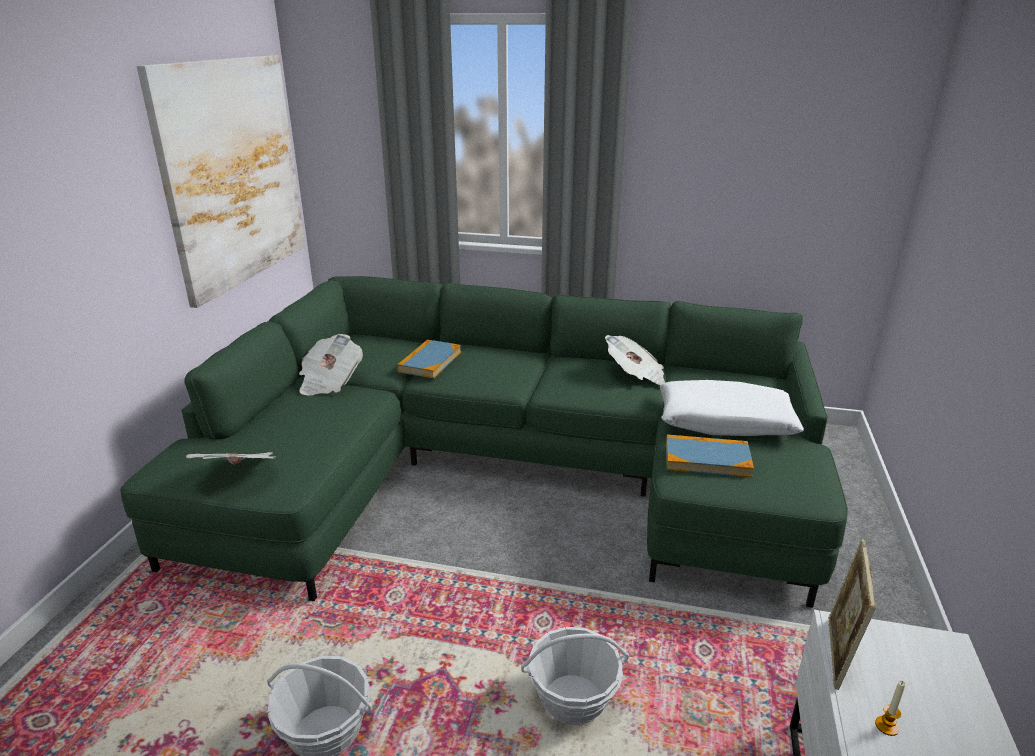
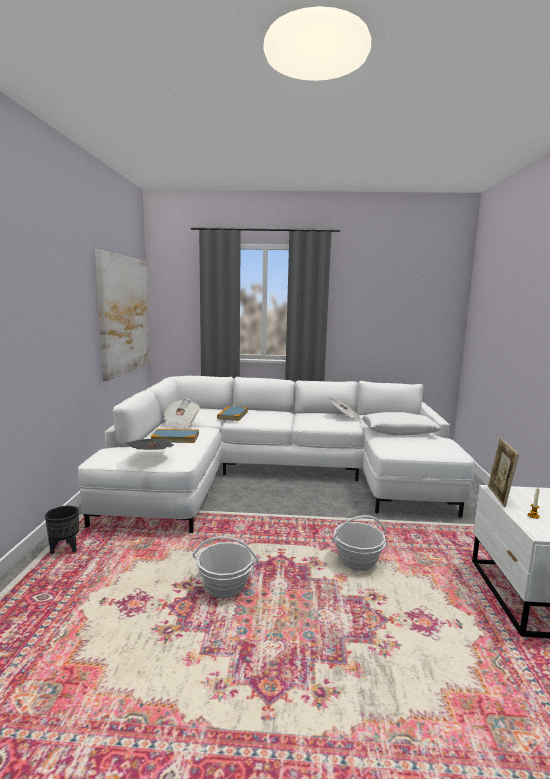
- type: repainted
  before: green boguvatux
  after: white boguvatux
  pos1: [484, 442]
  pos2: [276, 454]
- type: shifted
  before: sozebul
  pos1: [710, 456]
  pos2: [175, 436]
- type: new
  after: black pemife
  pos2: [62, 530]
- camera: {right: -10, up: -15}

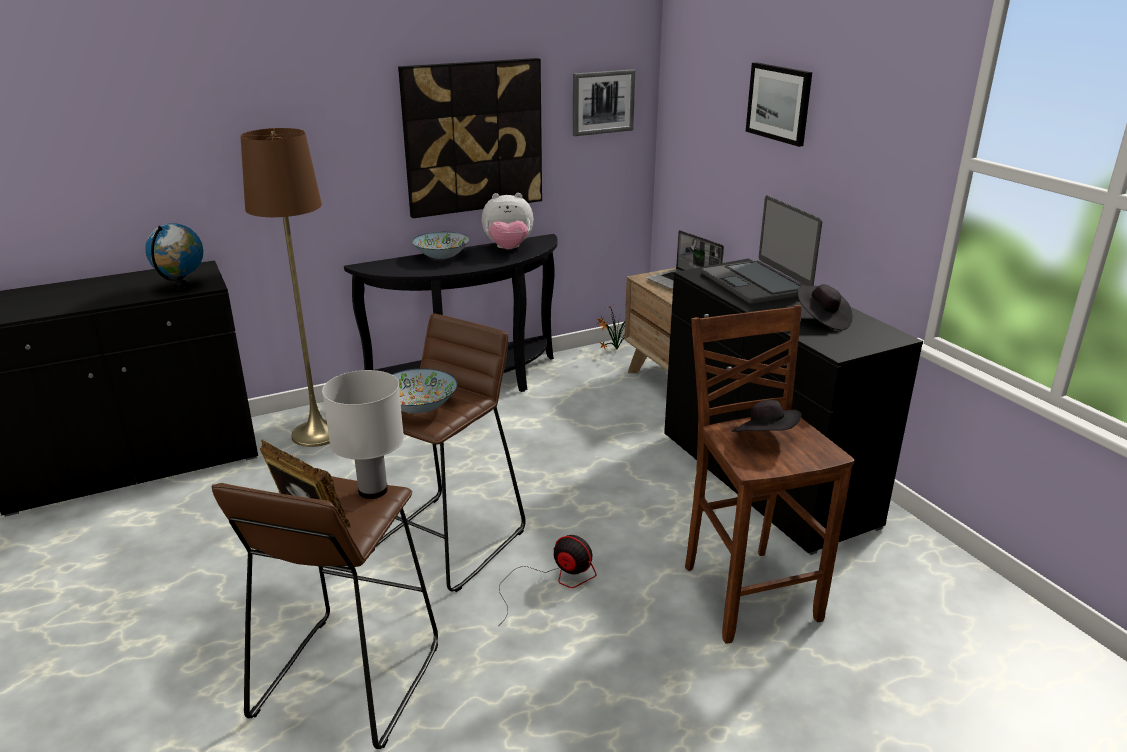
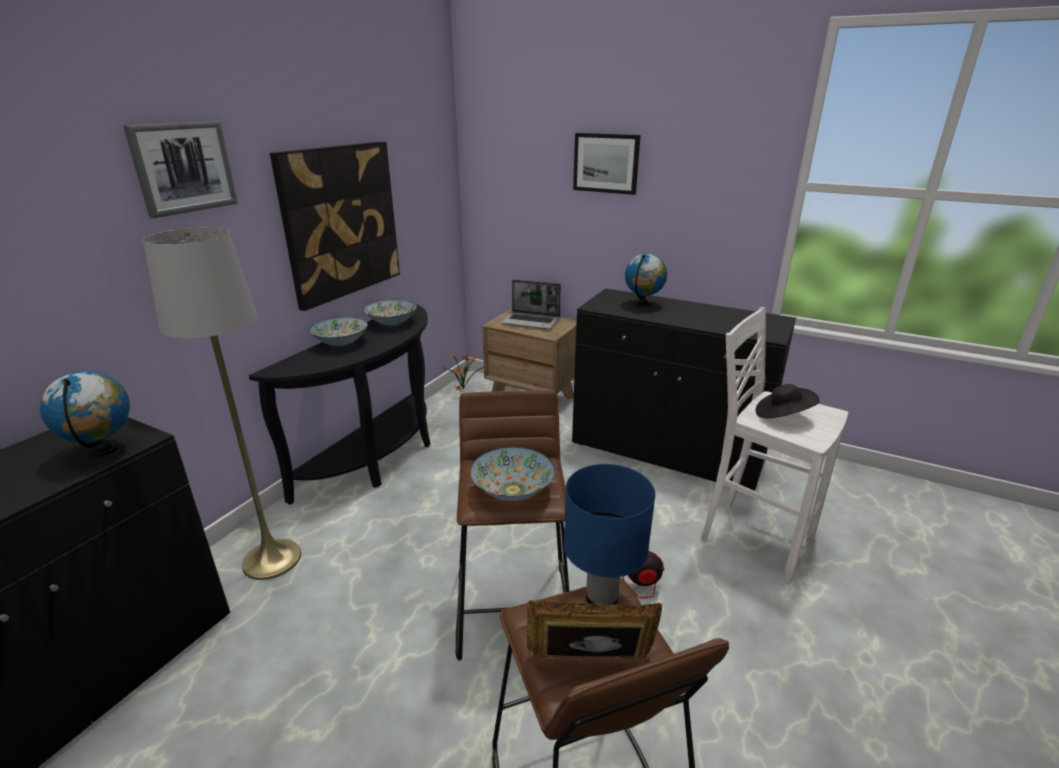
- type: shifted
  before: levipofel
  pos1: [604, 102]
  pos2: [180, 169]
- type: repainted
  before: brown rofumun
  after: grey rofumun
  pos1: [285, 287]
  pos2: [222, 403]
- type: swapped
  before: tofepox
  after: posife
  pos1: [507, 221]
  pos2: [390, 312]
- type: swapped
  before: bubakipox
  after: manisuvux
  pos1: [762, 249]
  pos2: [646, 279]
- type: gone
  before: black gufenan
  pos1: [825, 307]
- type: repainted
  before: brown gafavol
  after: white gafavol
  pos1: [769, 474]
  pos2: [774, 446]
- type: repainted
  before: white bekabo
  after: blue bekabo
  pos1: [363, 434]
  pos2: [610, 534]
- camera: {right: -35, up: 0}

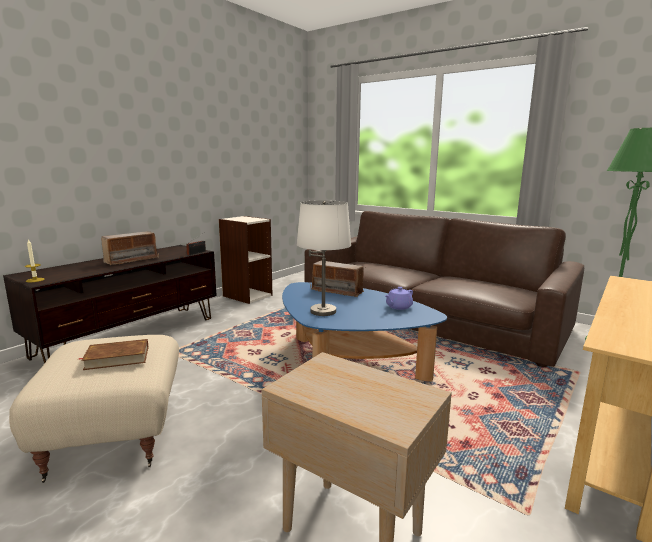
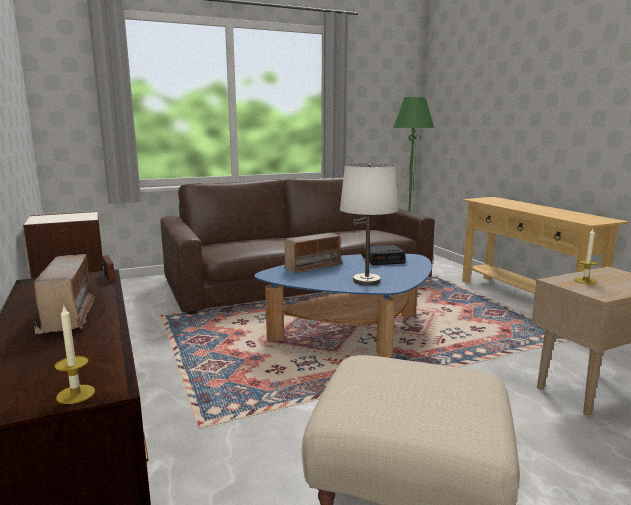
- type: swapped
  before: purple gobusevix
  after: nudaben
  pos1: [399, 298]
  pos2: [383, 255]
- type: gone
  before: brown sozebul
  pos1: [112, 354]
- type: new
  after: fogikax
  pos2: [586, 256]
- camera: {right: -60, up: 0}

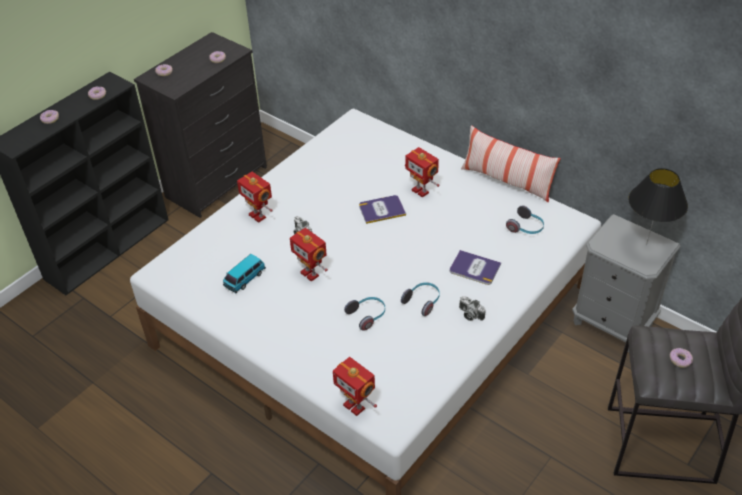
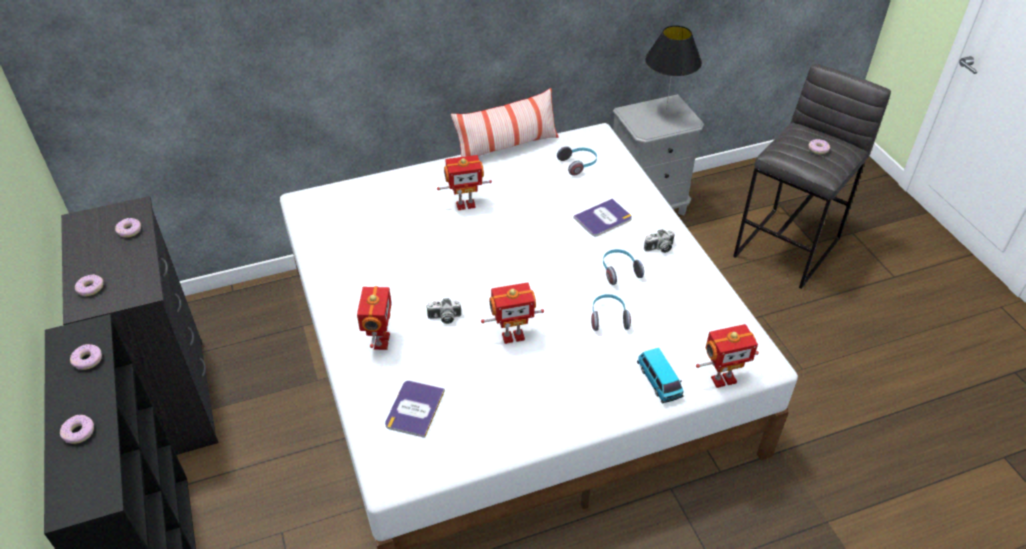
- type: rotated
  before: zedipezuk
  pos1: [255, 197]
  pos2: [374, 318]
  turn: -75
- type: shifted
  before: sozebul
  pos1: [382, 209]
  pos2: [415, 409]
- type: shifted
  before: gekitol
  pos1: [244, 273]
  pos2: [660, 376]
- camera: {right: -60, up: 0}

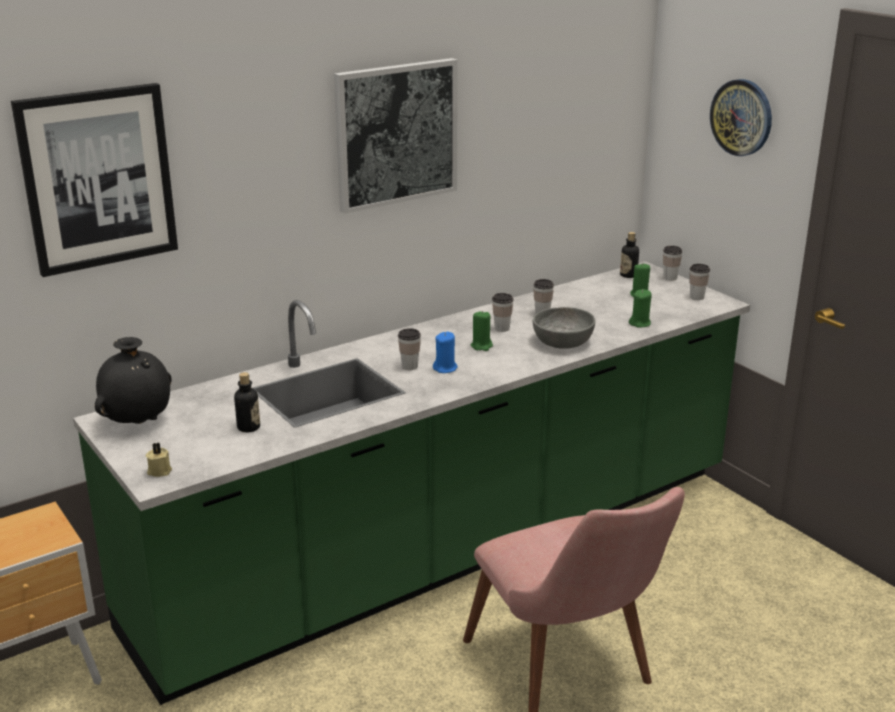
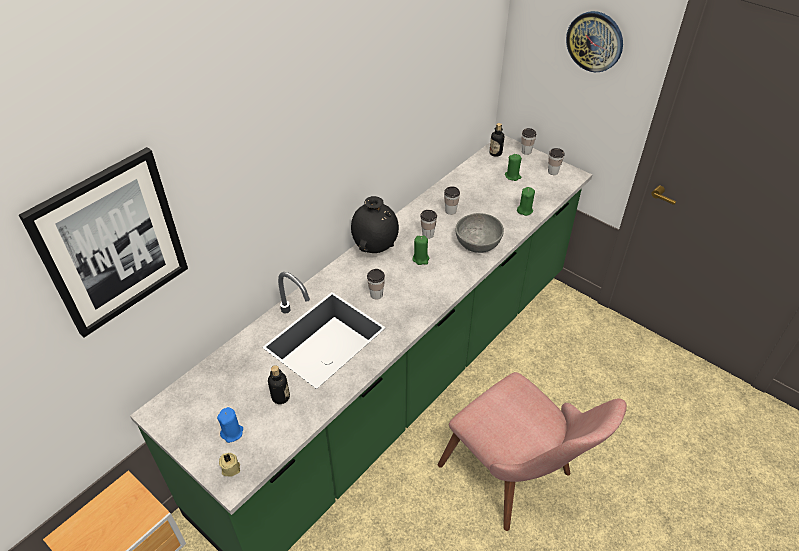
- type: gone
  before: levipofel
  pos1: [396, 136]
- type: shifted
  before: blue fogikax
  pos1: [445, 352]
  pos2: [230, 425]
- type: shifted
  before: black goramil
  pos1: [133, 380]
  pos2: [375, 224]
- camera: {right: -15, up: 20}

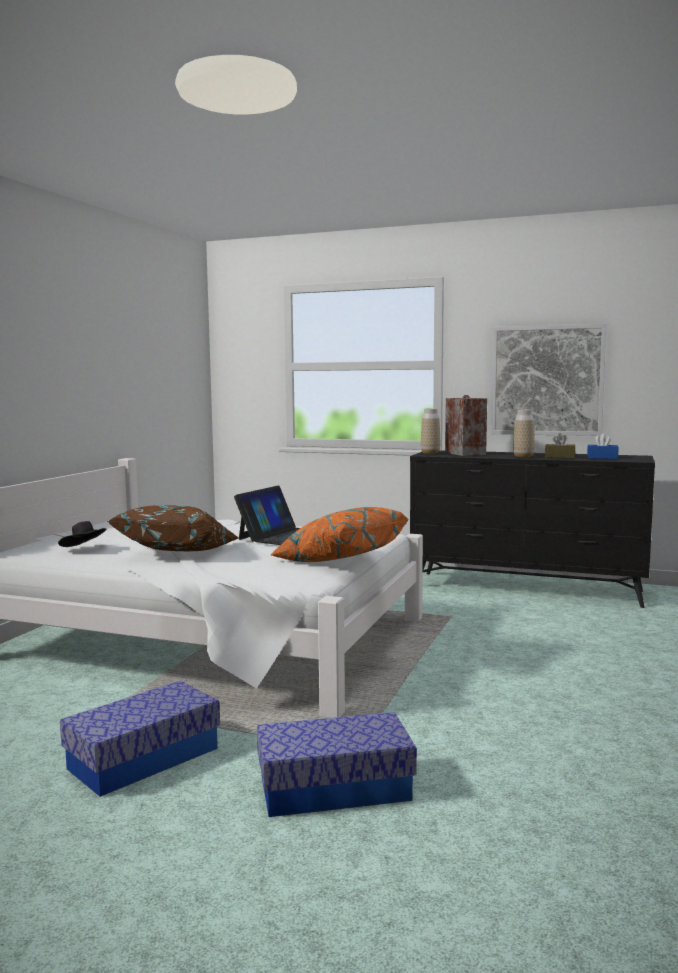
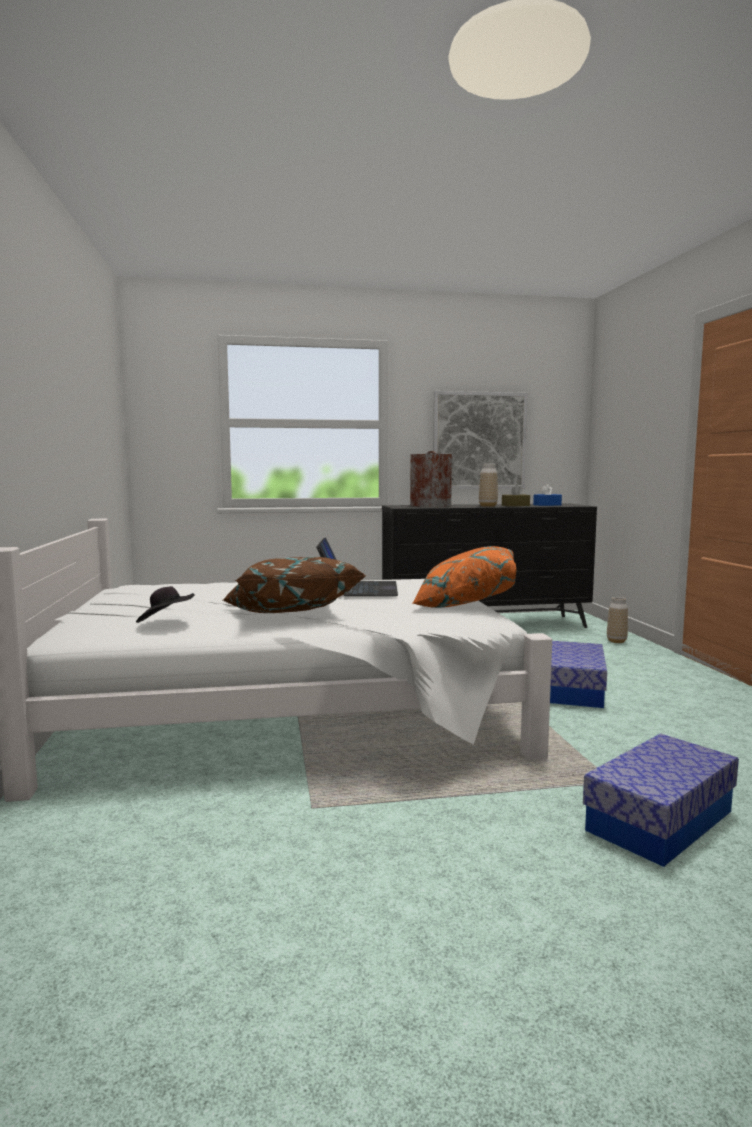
- type: shifted
  before: goramil
  pos1: [430, 431]
  pos2: [617, 620]
- type: shifted
  before: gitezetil
  pos1: [140, 739]
  pos2: [578, 674]
- camera: {right: -30, up: 0}

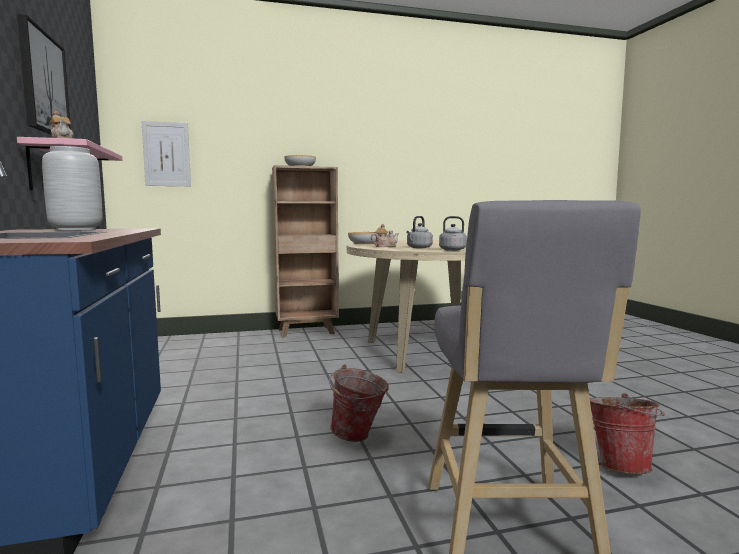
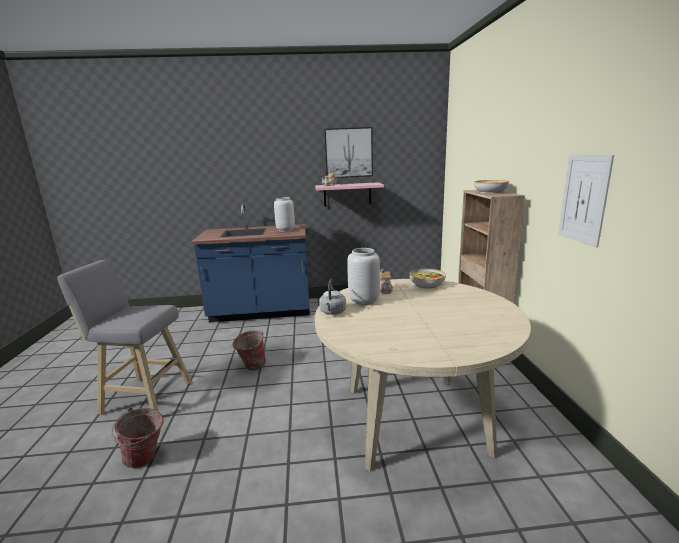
- type: shifted
  before: levipofel
  pos1: [166, 153]
  pos2: [586, 200]
- type: swapped
  before: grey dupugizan
  after: grey goramil
  pos1: [419, 232]
  pos2: [363, 276]
- camera: {right: 100, up: 10}

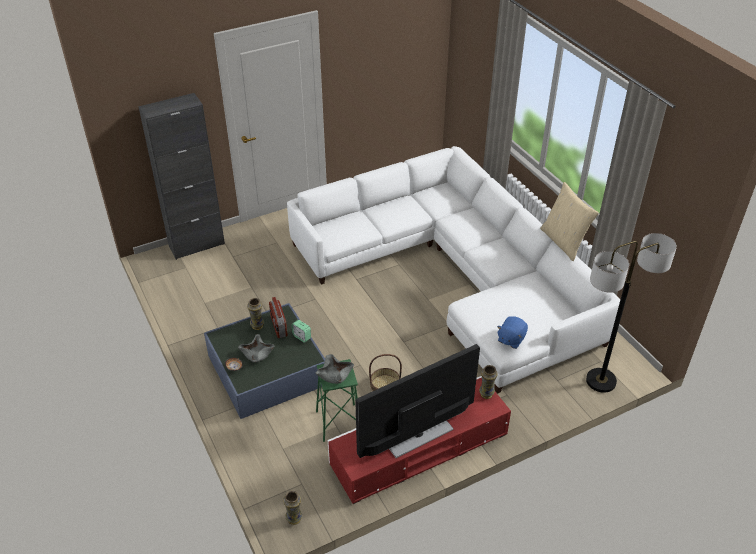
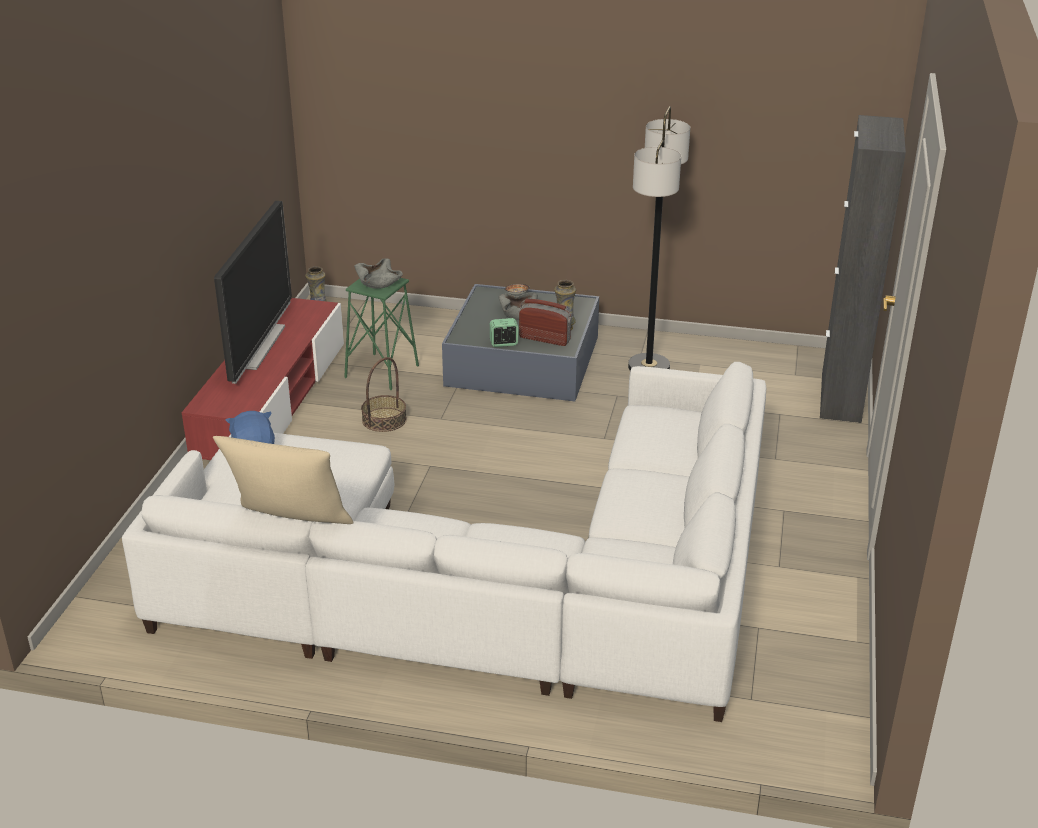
- type: shifted
  before: rofumun
  pos1: [631, 313]
  pos2: [659, 238]
- type: gone
  before: goramil
  pos1: [488, 382]
- camera: {right: 130, up: -10}

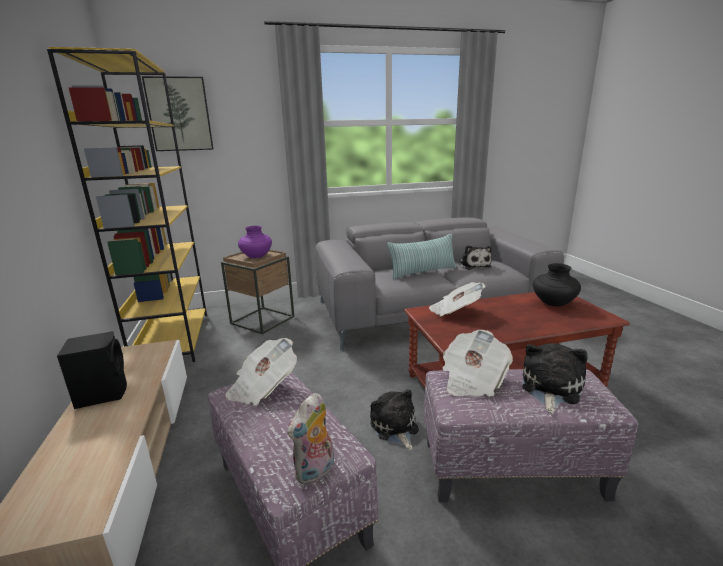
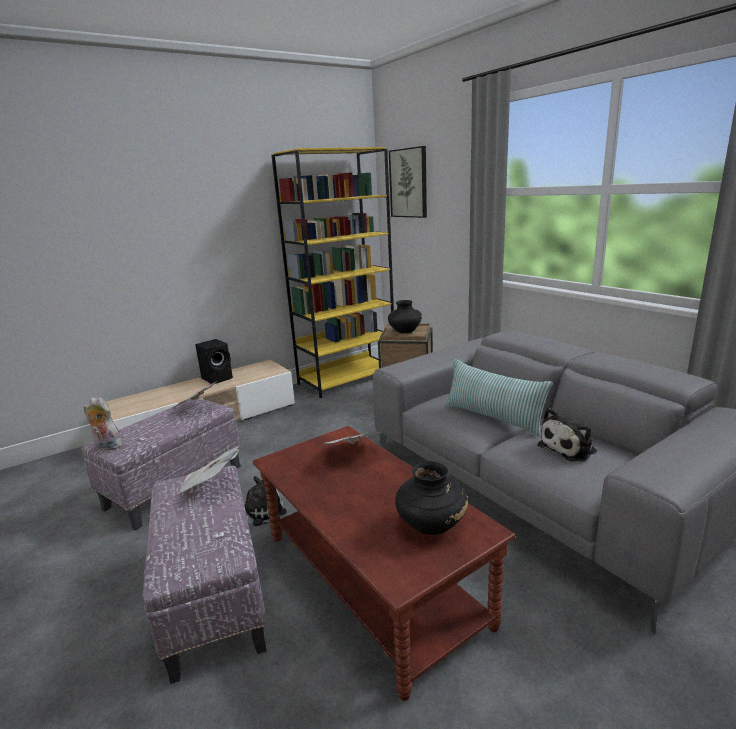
- type: repainted
  before: purple goramil
  after: black goramil
  pos1: [255, 242]
  pos2: [405, 316]
- type: gone
  before: tofepox
  pos1: [554, 378]
- camera: {right: 70, up: 0}

